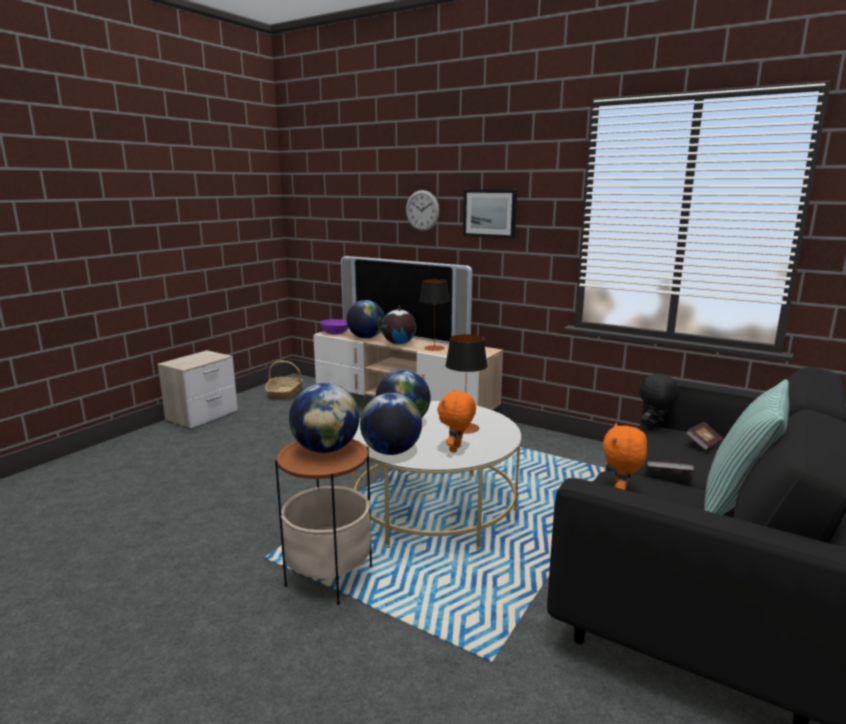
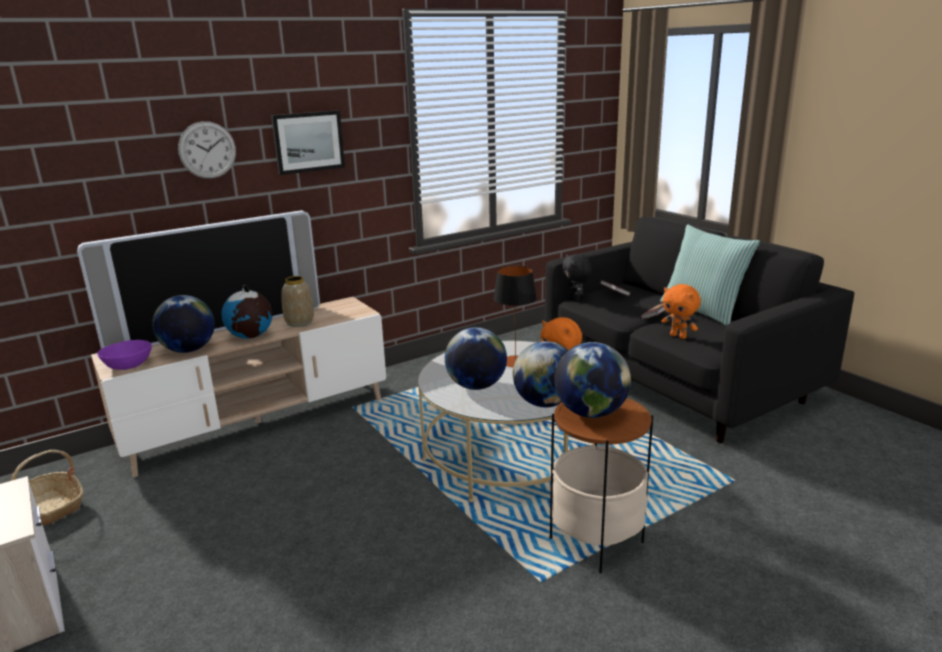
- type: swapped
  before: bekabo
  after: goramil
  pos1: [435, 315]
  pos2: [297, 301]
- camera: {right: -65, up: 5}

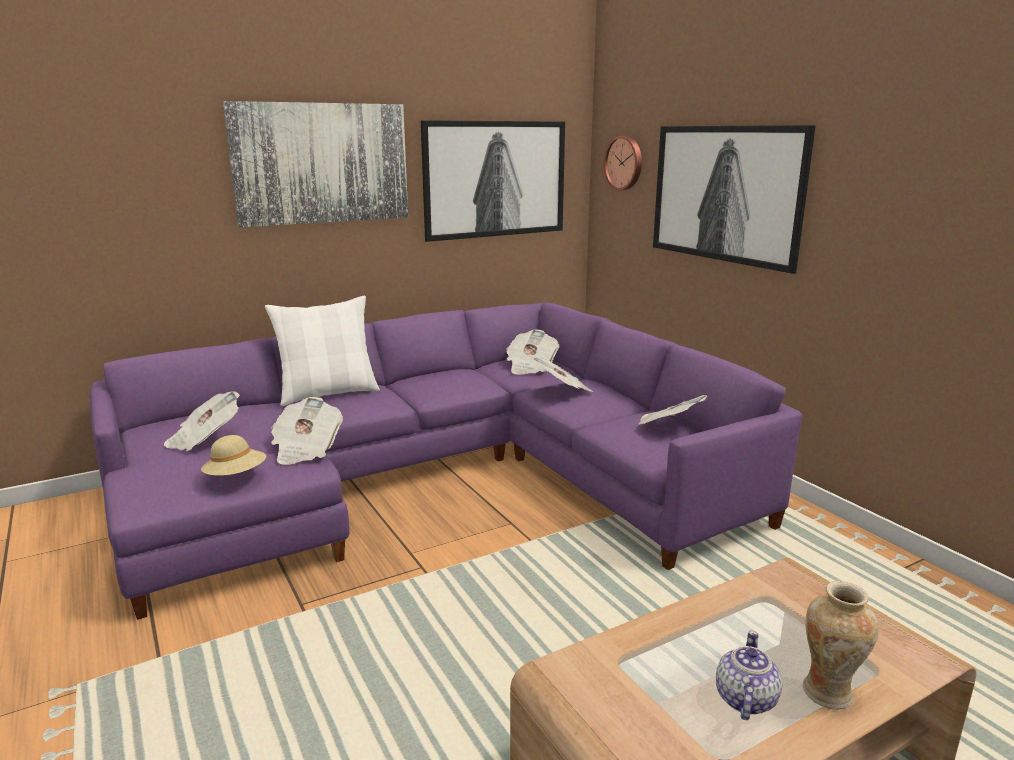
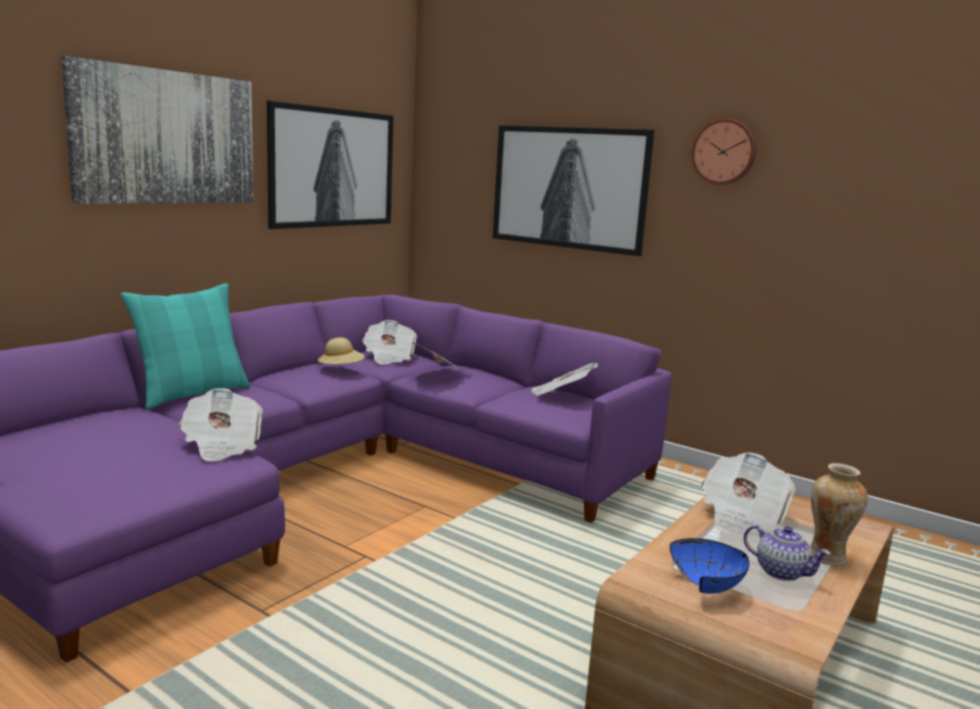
- type: shifted
  before: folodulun
  pos1: [623, 163]
  pos2: [724, 152]
- type: repainted
  before: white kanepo
  after: turquoise kanepo
  pos1: [322, 351]
  pos2: [185, 346]
- type: shifted
  before: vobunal
  pos1: [202, 421]
  pos2: [748, 492]
- type: shifted
  before: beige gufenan
  pos1: [233, 455]
  pos2: [341, 352]
- type: rotated
  before: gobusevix
  pos1: [749, 675]
  pos2: [787, 553]
  turn: 135
- type: new
  after: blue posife
  pos2: [709, 566]
- camera: {right: -25, up: -5}

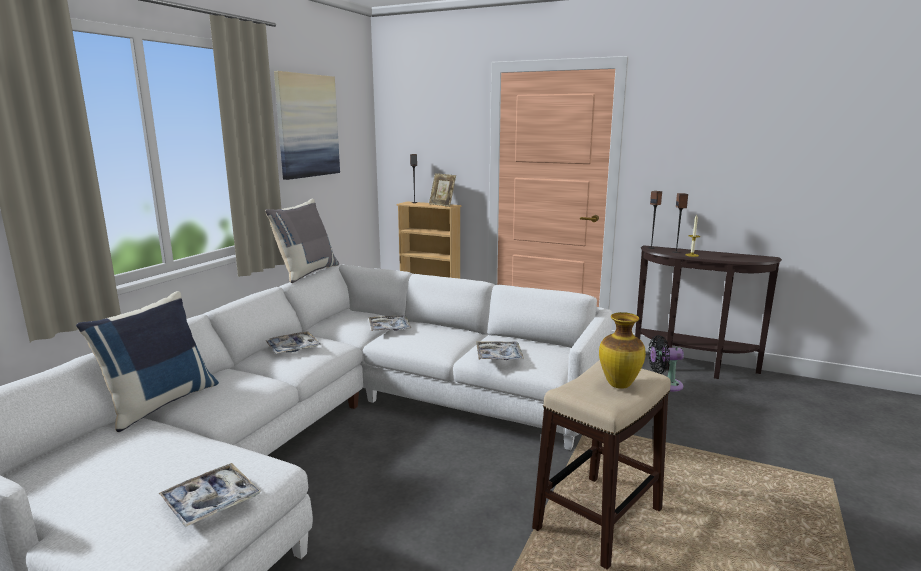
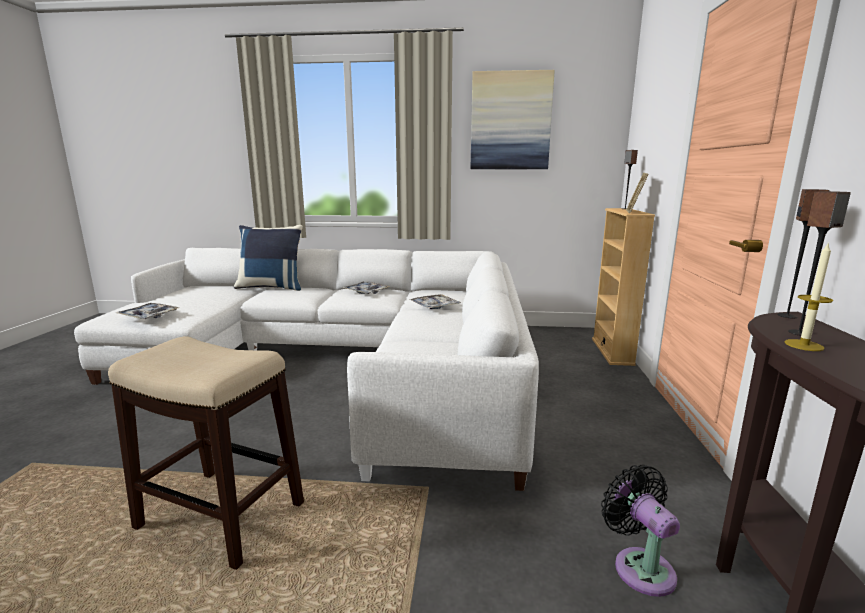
- type: gone
  before: grey kanepo
  pos1: [302, 241]
- type: gone
  before: goramil
  pos1: [622, 350]
- type: gone
  before: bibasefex
  pos1: [500, 350]
- camera: {right: 70, up: 0}

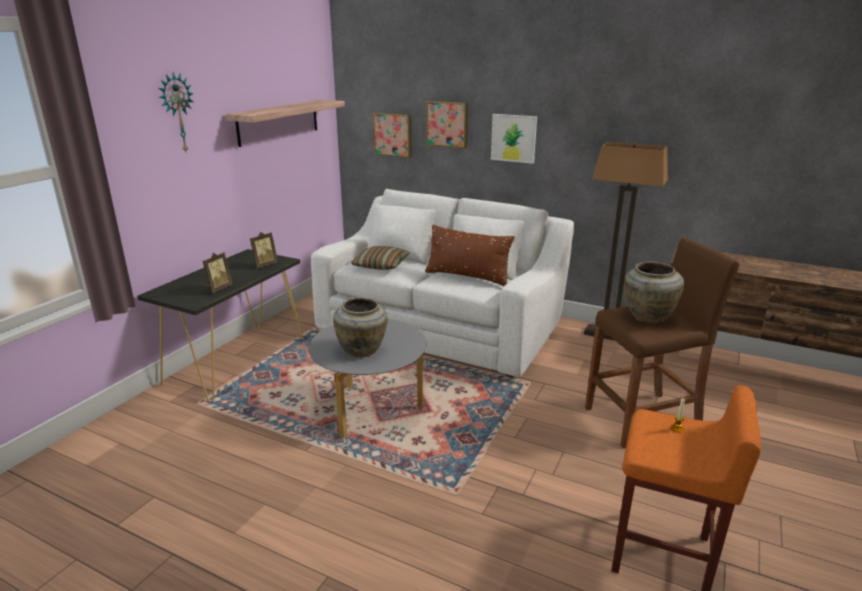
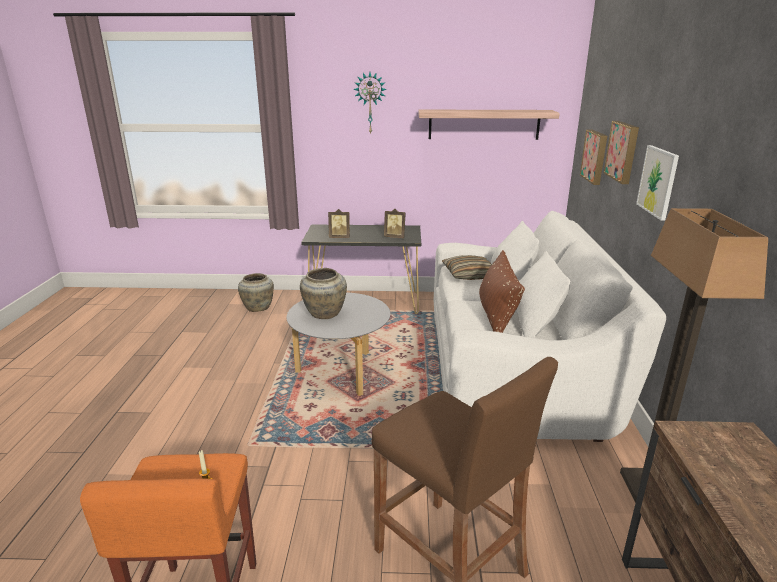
- type: shifted
  before: beige goramil
  pos1: [654, 292]
  pos2: [256, 292]
- camera: {right: 65, up: 0}

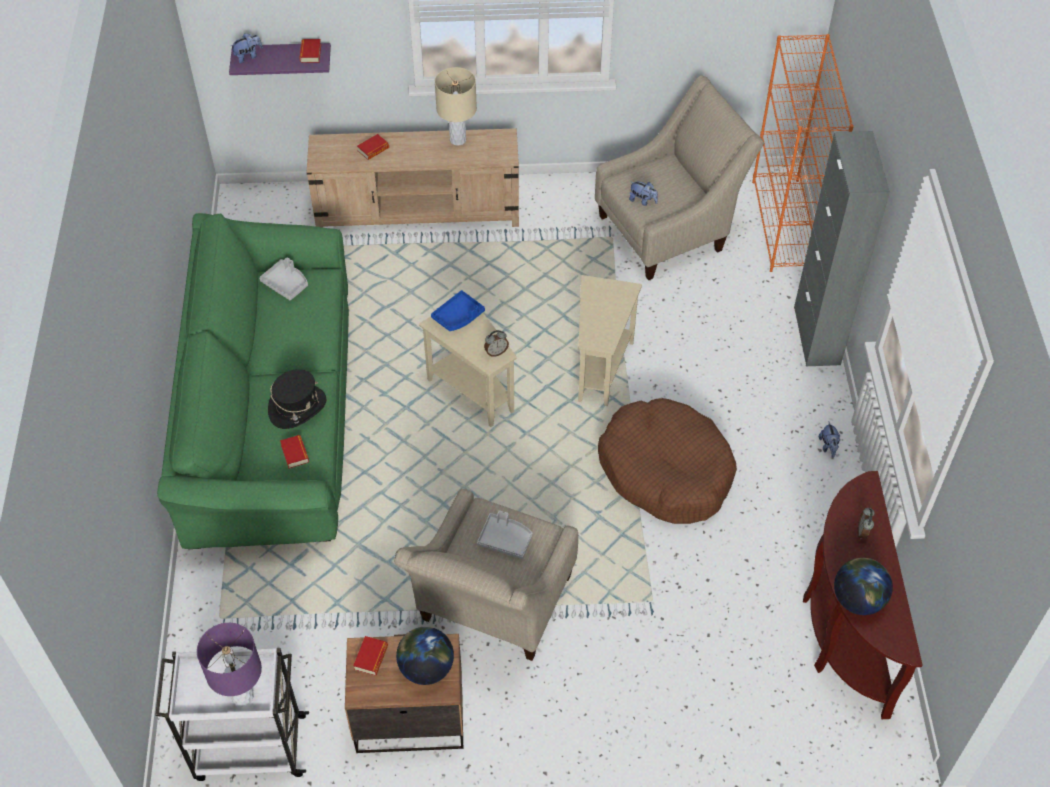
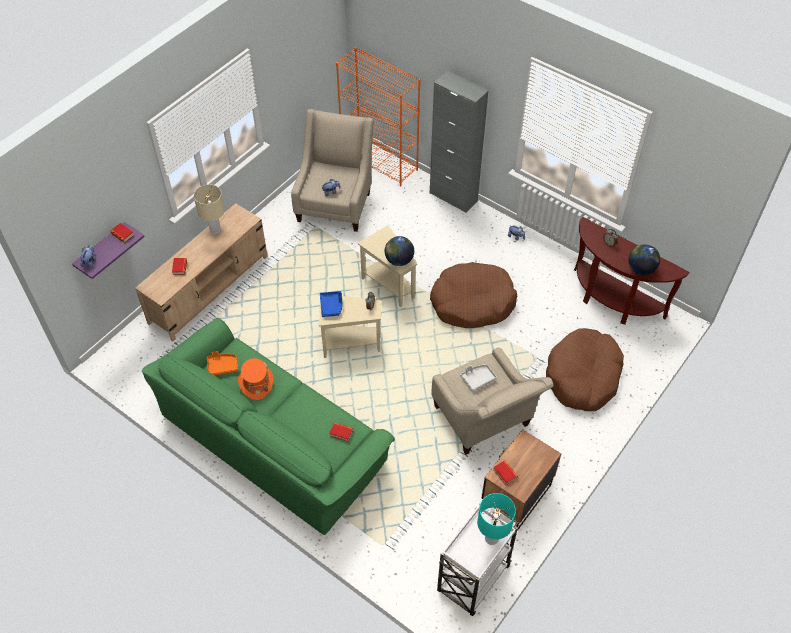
- type: repainted
  before: grey bibasefex
  after: orange bibasefex
  pos1: [283, 278]
  pos2: [222, 363]
- type: gone
  before: black gufenan
  pos1: [297, 399]
- type: repainted
  before: purple bekabo
  after: turquoise bekabo
  pos1: [229, 664]
  pos2: [496, 519]
- type: shifted
  before: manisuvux
  pos1: [425, 656]
  pos2: [399, 251]
- type: new
  after: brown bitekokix
  pos2: [585, 369]
- type: new
  after: orange gufenan
  pos2: [255, 379]
- camera: {right: -50, up: 0}

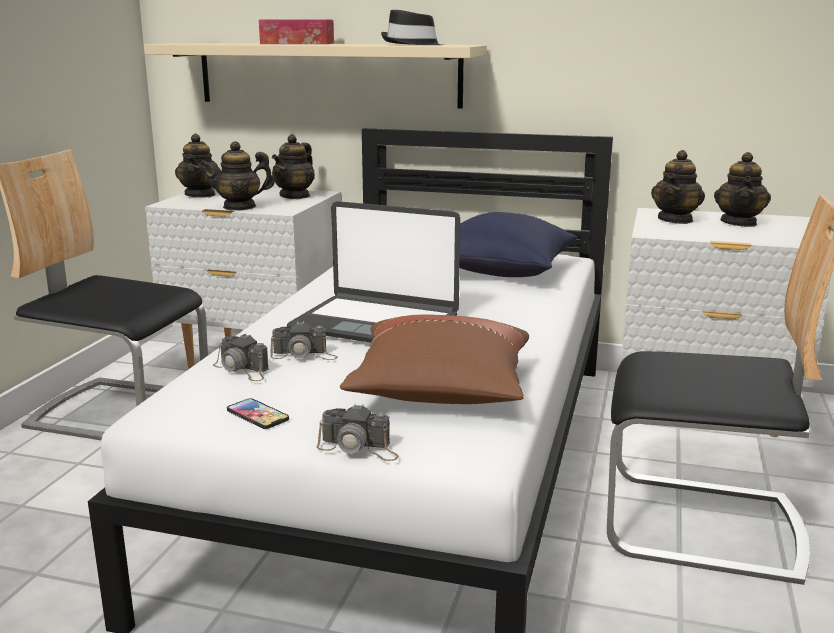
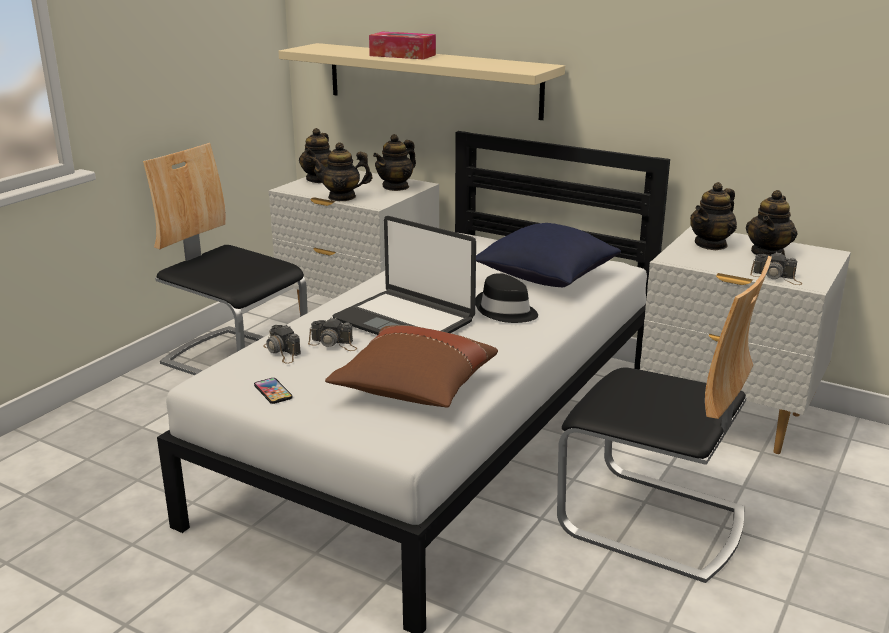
- type: shifted
  before: black gufenan
  pos1: [411, 27]
  pos2: [506, 298]
- type: shifted
  before: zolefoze
  pos1: [358, 432]
  pos2: [776, 268]
- camera: {right: 15, up: 5}

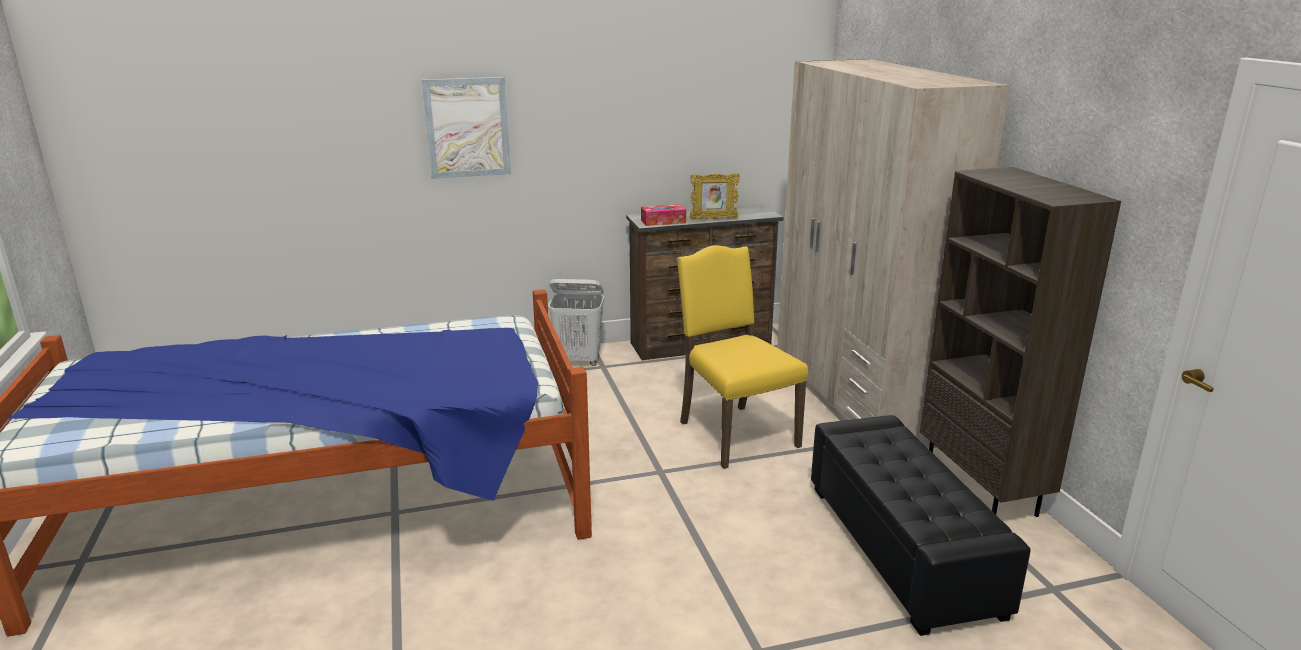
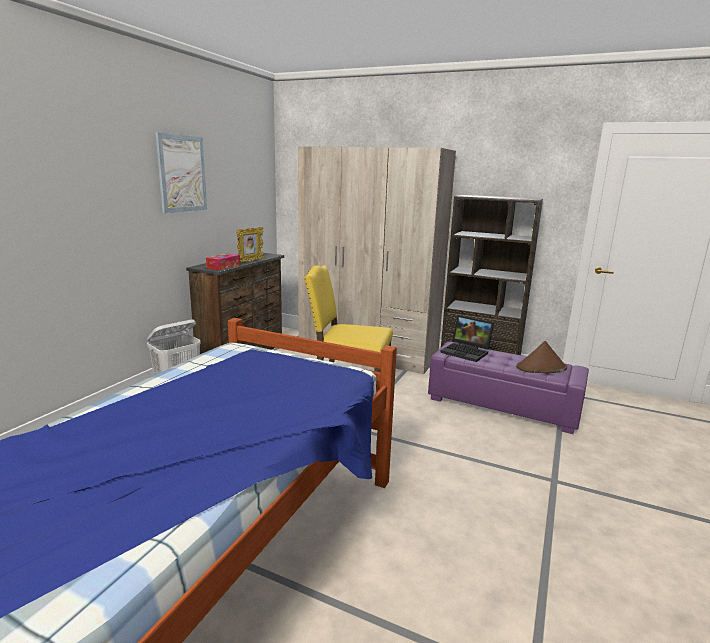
- type: shifted
  before: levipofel
  pos1: [466, 128]
  pos2: [181, 172]
- type: repainted
  before: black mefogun
  after: purple mefogun
  pos1: [920, 525]
  pos2: [508, 388]
- type: new
  after: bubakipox
  pos2: [467, 338]
- type: new
  after: brown gufenan
  pos2: [542, 357]
- camera: {right: -50, up: -5}

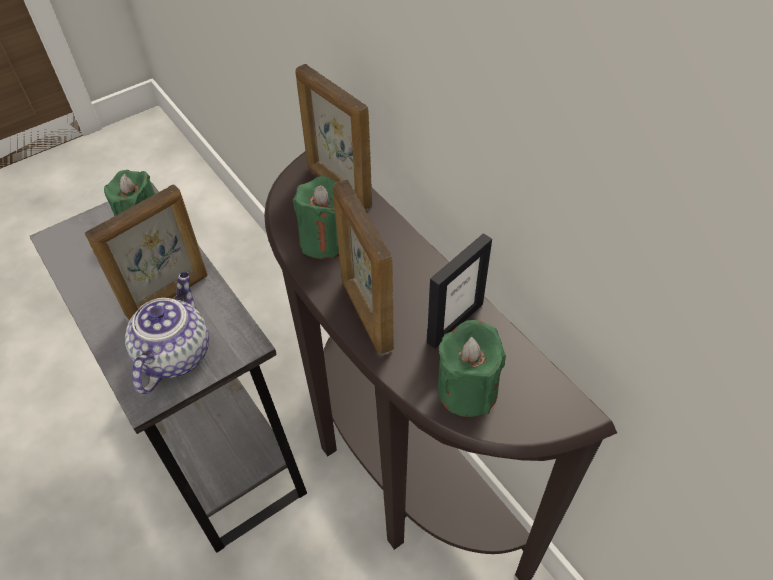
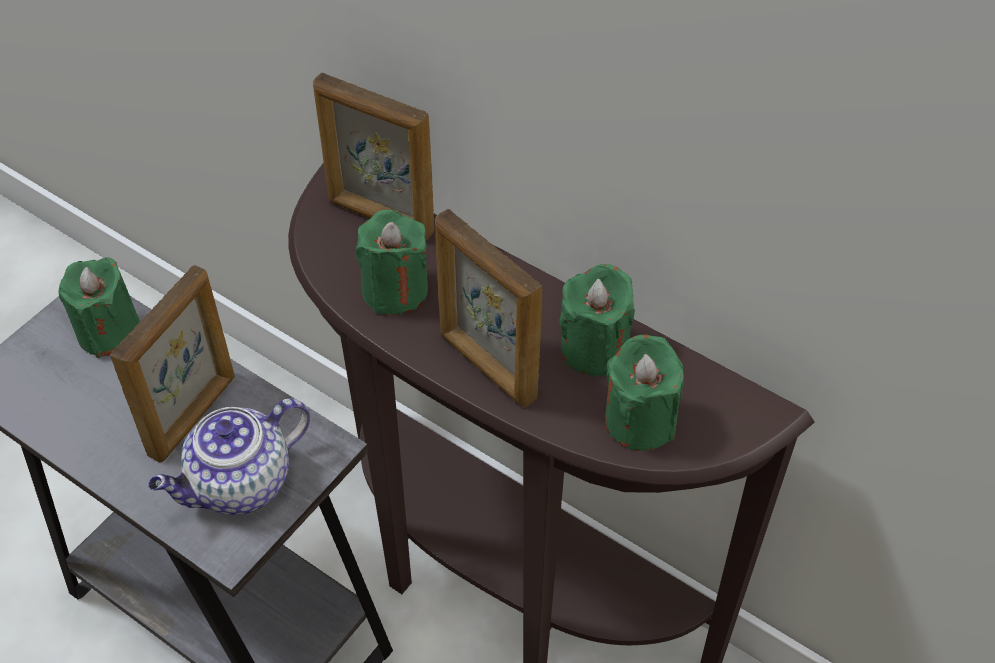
- type: swapped
  before: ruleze
  after: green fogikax
  pos1: [459, 291]
  pos2: [597, 320]
- type: rotated
  before: gobusevix
  pos1: [167, 333]
  pos2: [229, 457]
  turn: -120
- camera: {right: -20, up: 0}

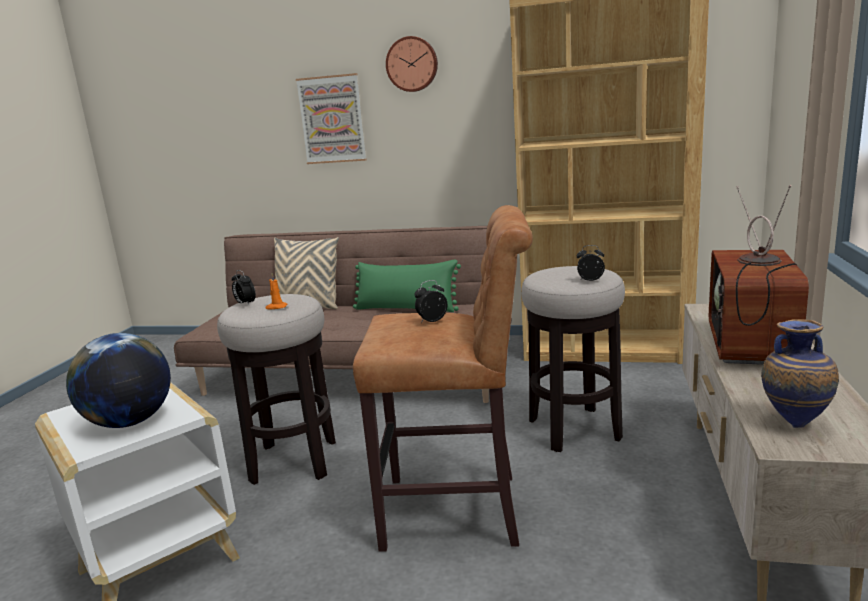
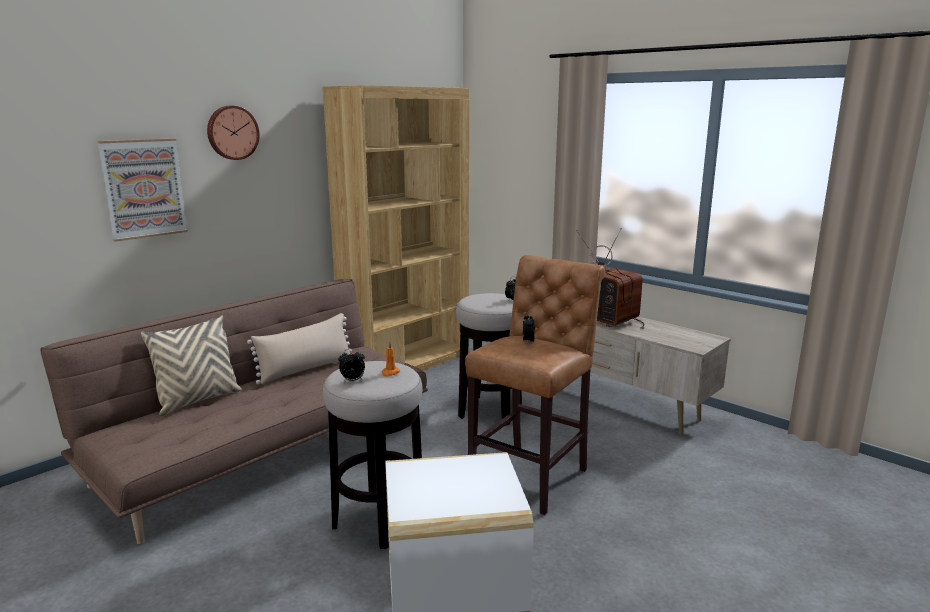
- type: repainted
  before: green kanepo
  after: beige kanepo
  pos1: [407, 285]
  pos2: [299, 348]
- type: gone
  before: goramil
  pos1: [800, 373]
- type: gone
  before: manisuvux
  pos1: [118, 380]
- camera: {right: -60, up: 0}

